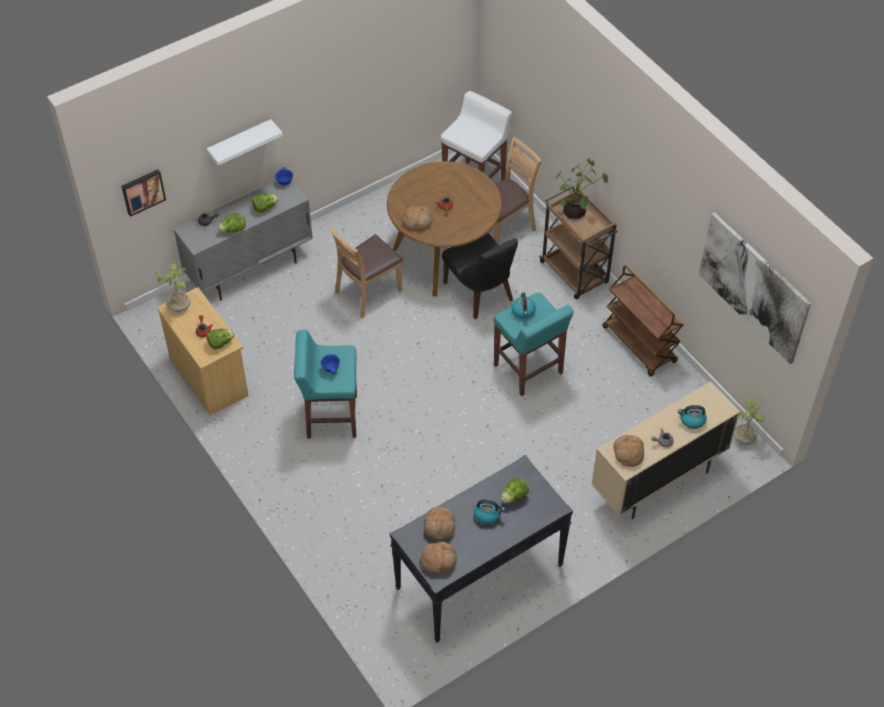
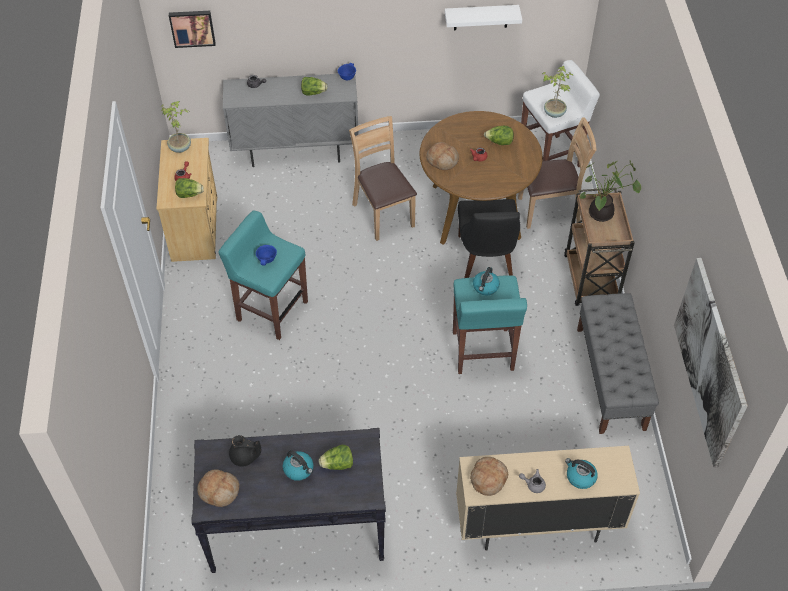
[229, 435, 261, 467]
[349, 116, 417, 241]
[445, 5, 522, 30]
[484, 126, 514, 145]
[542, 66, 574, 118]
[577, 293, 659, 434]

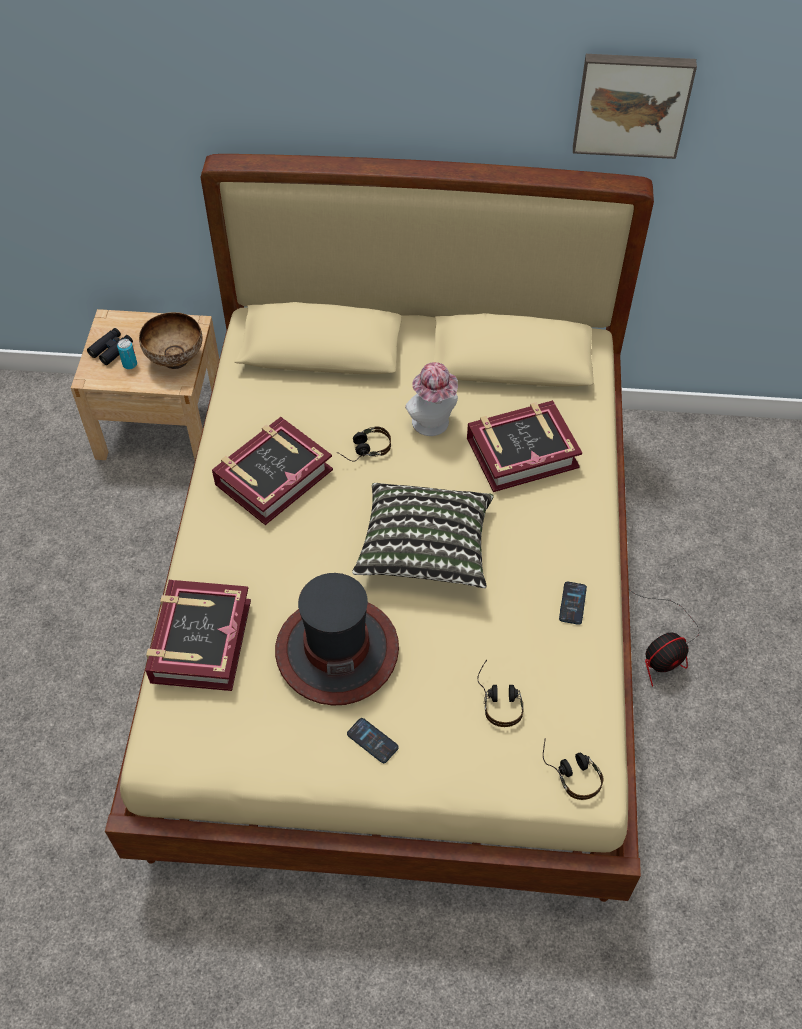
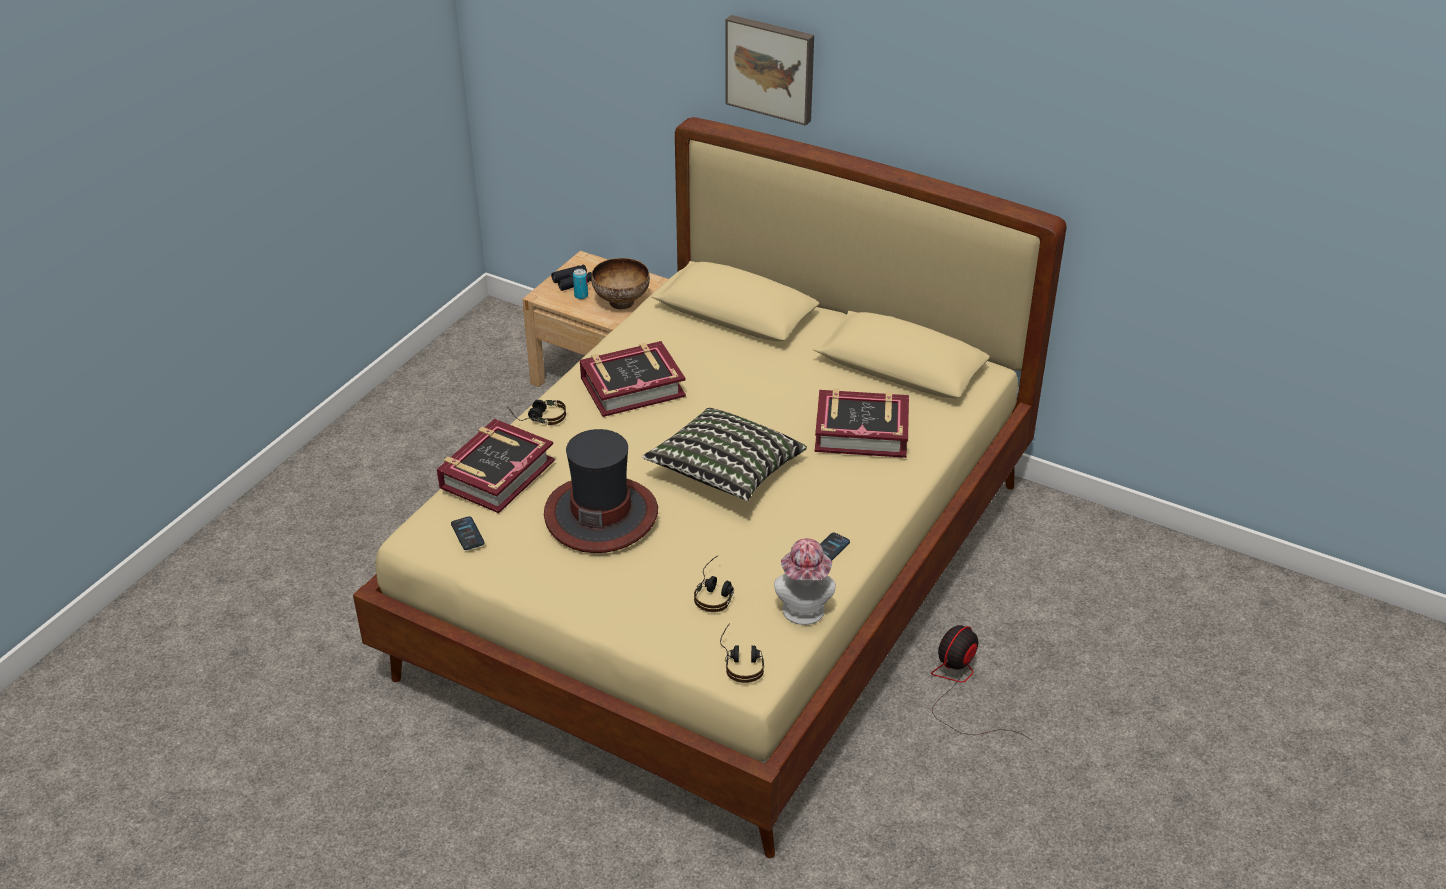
[451, 516, 485, 550]
[507, 400, 566, 425]
[726, 15, 814, 126]
[774, 538, 836, 625]
[931, 625, 1032, 740]

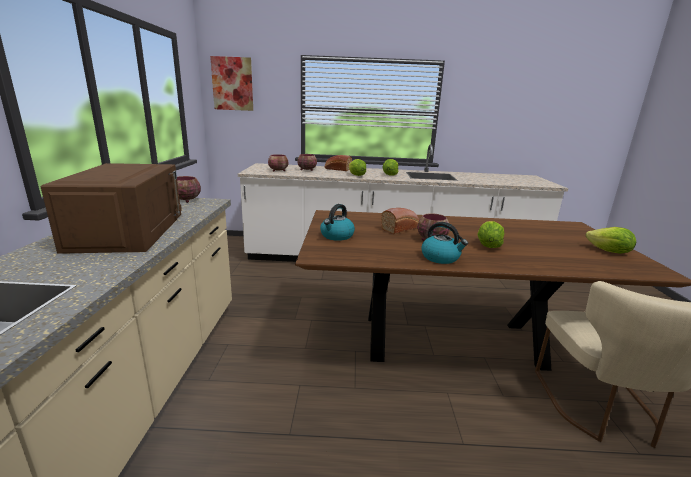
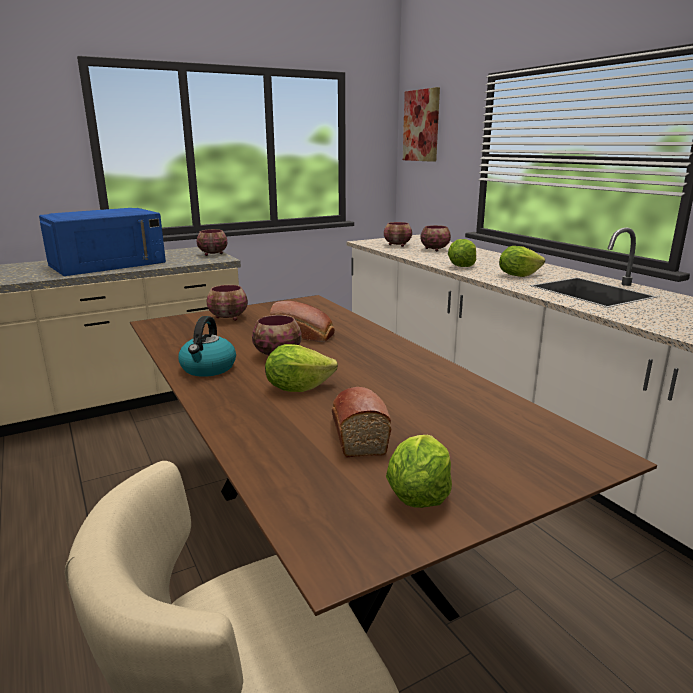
[39, 208, 166, 276]
[206, 285, 248, 321]
[332, 387, 391, 457]

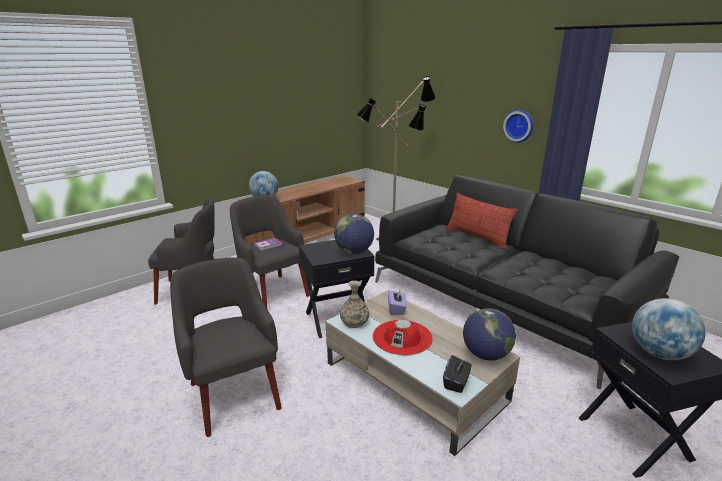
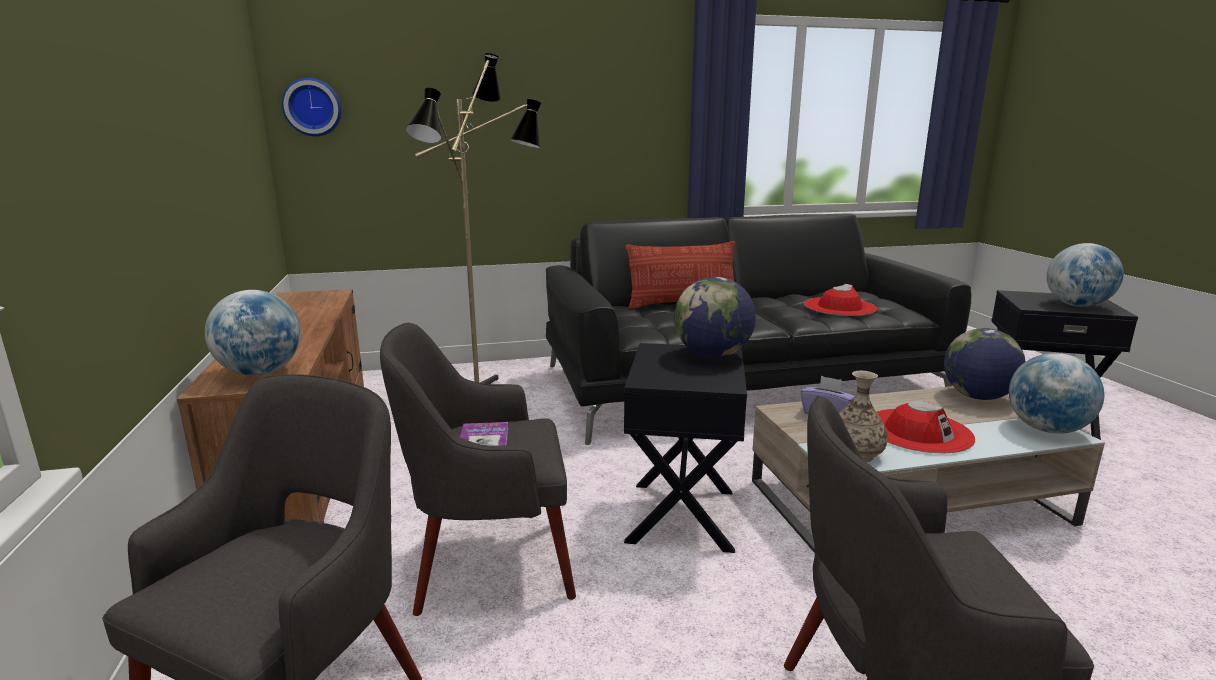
[282, 78, 342, 136]
[804, 284, 877, 316]
[1009, 353, 1104, 434]

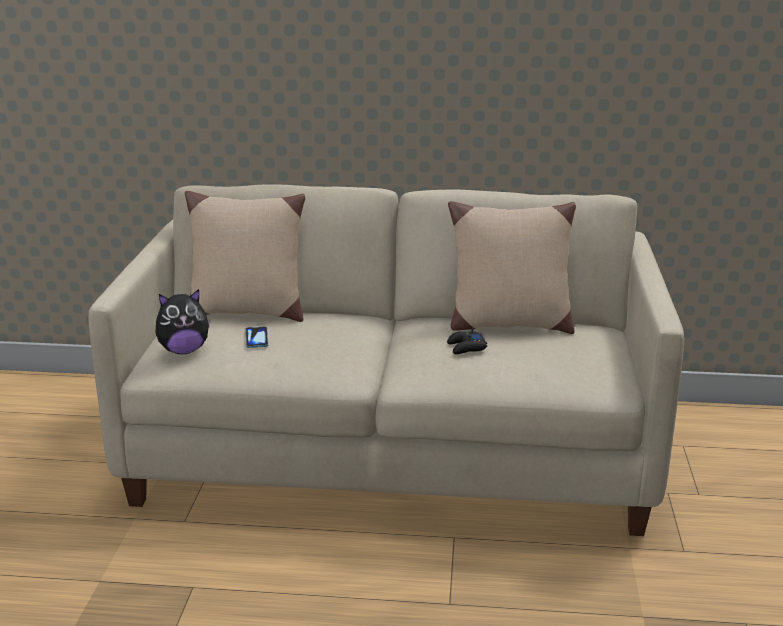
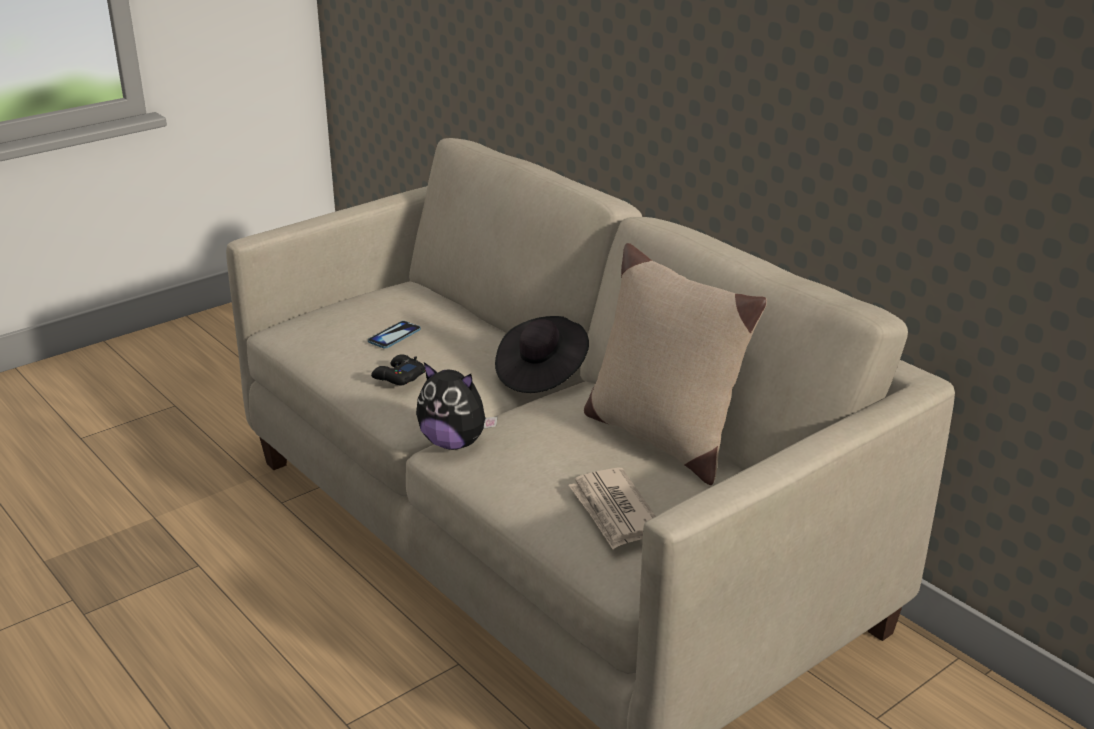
[371, 354, 425, 386]
[416, 362, 498, 450]
[495, 316, 589, 393]
[568, 468, 656, 549]
[185, 191, 305, 322] (first image)

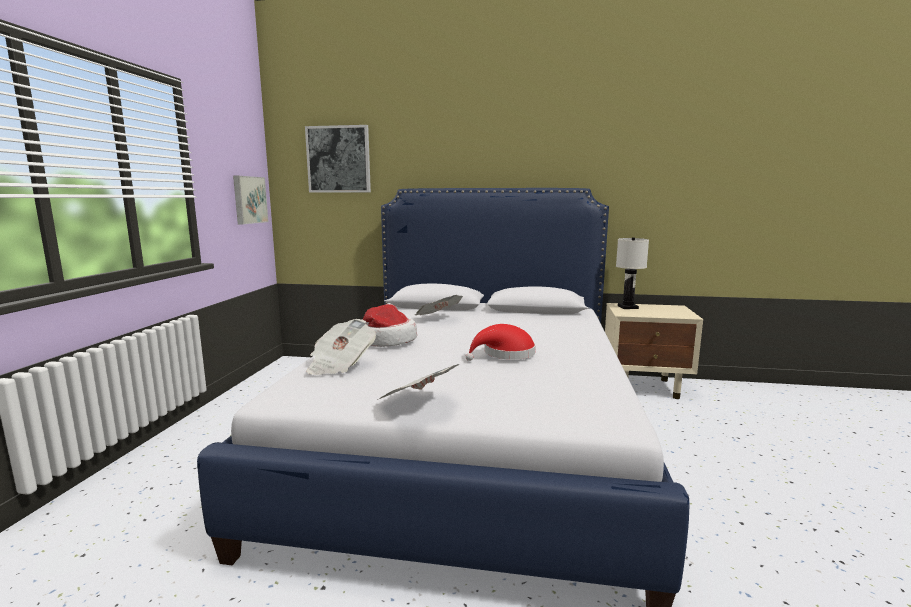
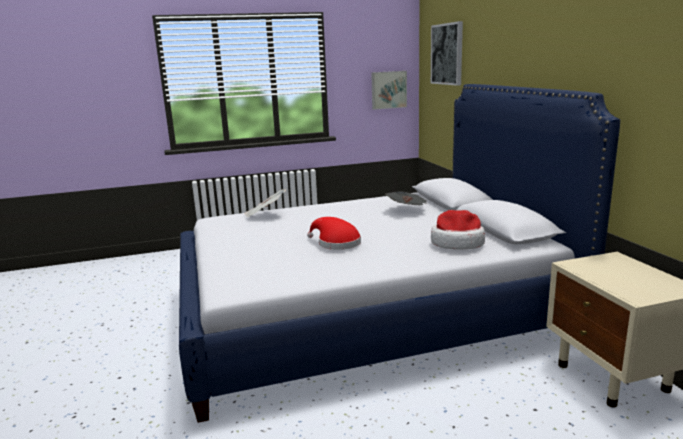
[431, 210, 485, 250]
[377, 364, 459, 400] (first image)
[616, 237, 649, 309] (first image)

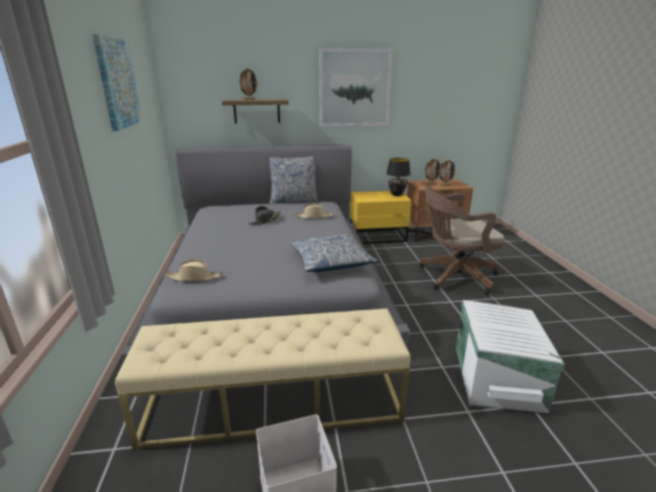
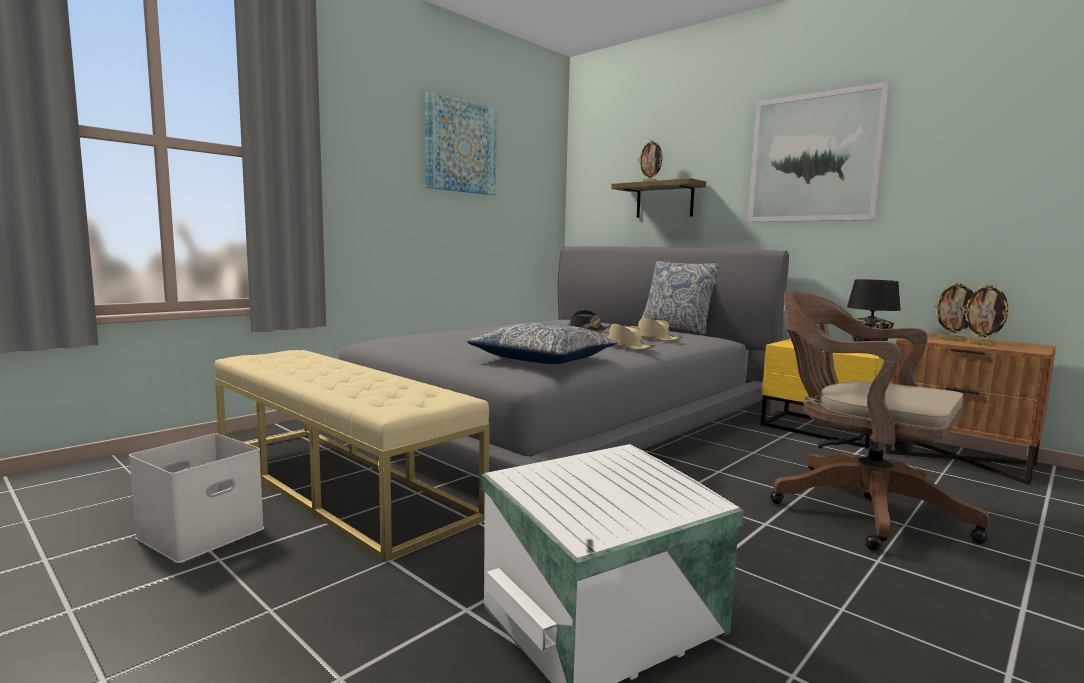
[601, 324, 655, 350]

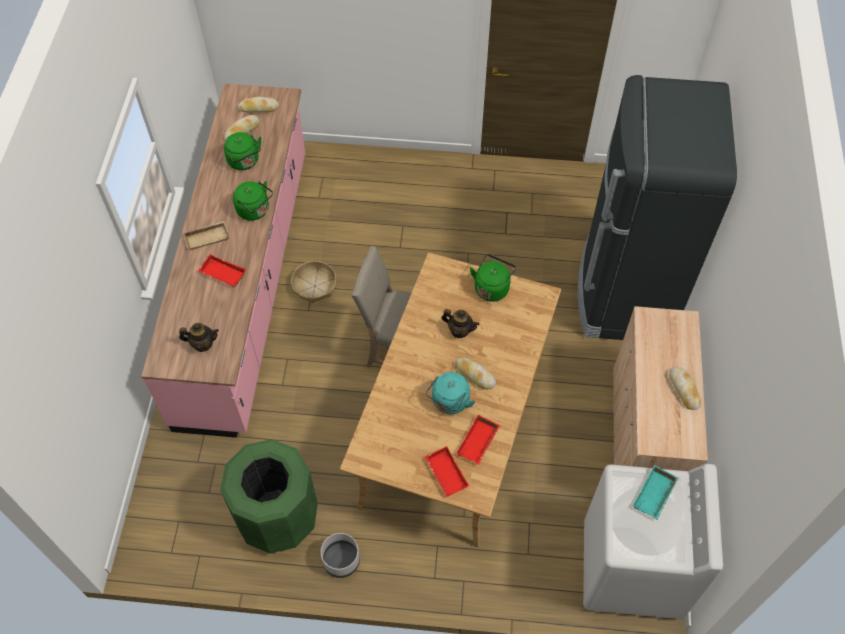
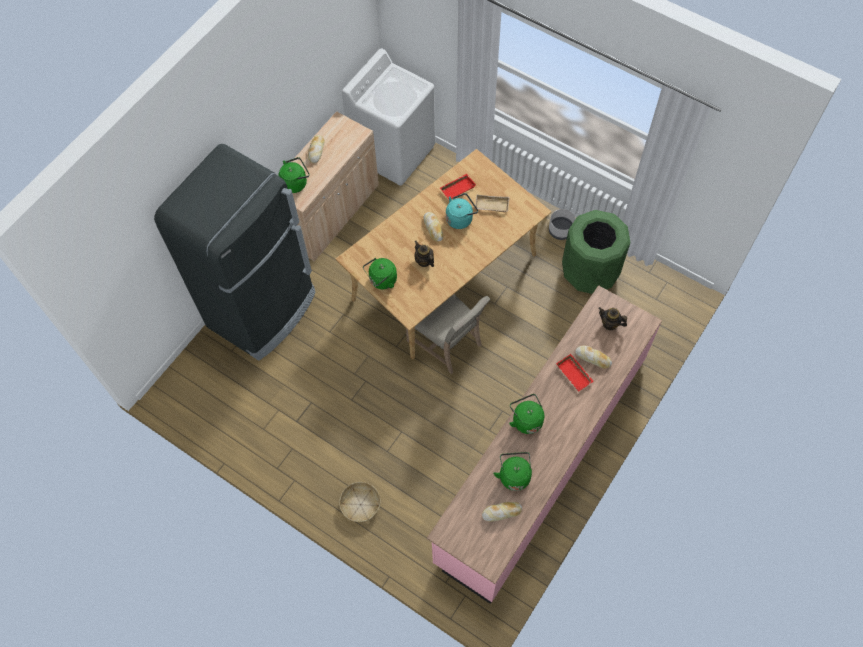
[278, 157, 310, 193]
[339, 482, 380, 522]
[475, 195, 510, 212]
[575, 345, 612, 369]
[425, 446, 469, 497] (first image)
[633, 465, 678, 520] (first image)

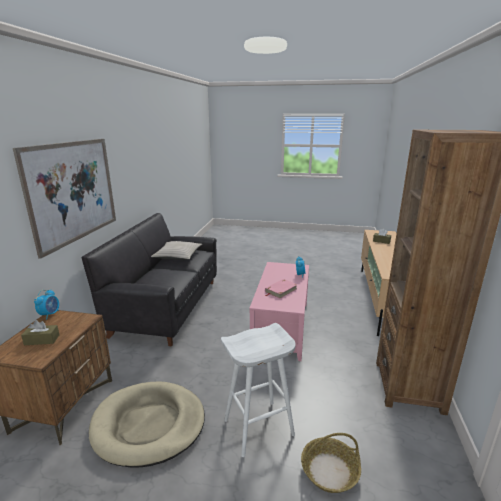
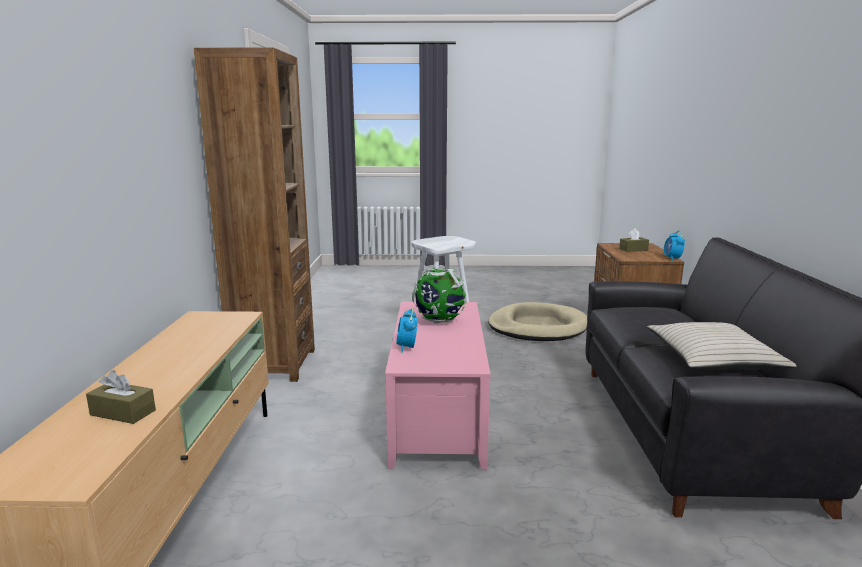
[412, 267, 467, 323]
[13, 139, 116, 259] (first image)
[301, 433, 361, 493] (first image)

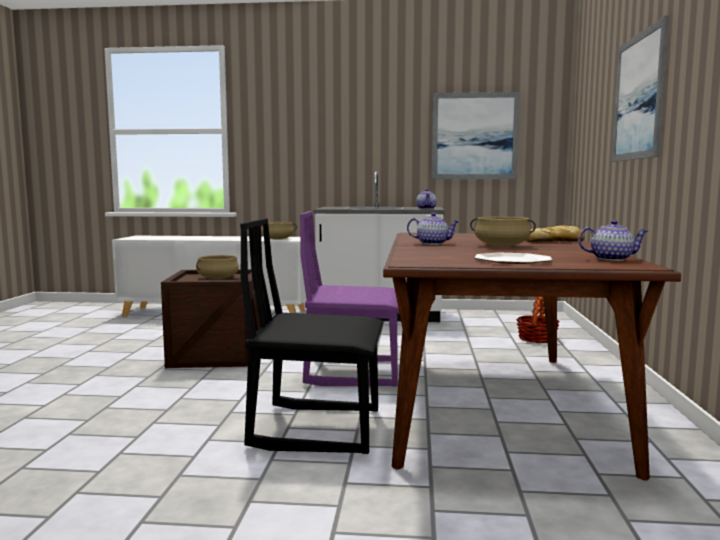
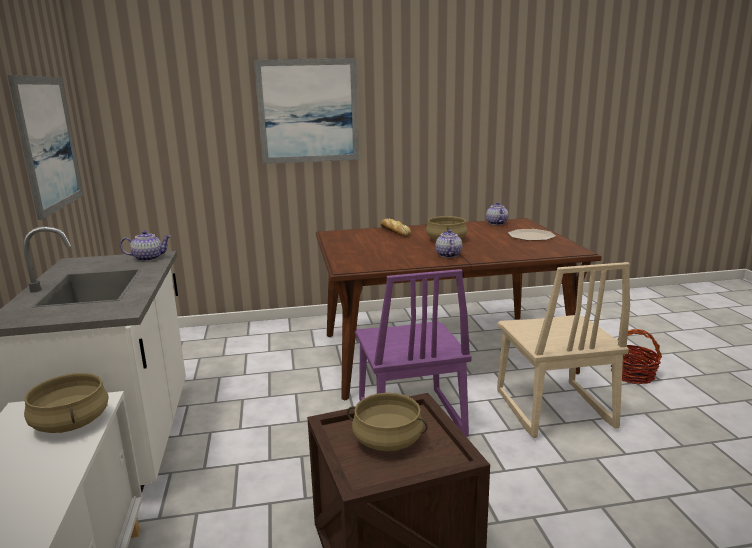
[497, 262, 630, 438]
[611, 329, 662, 384]

